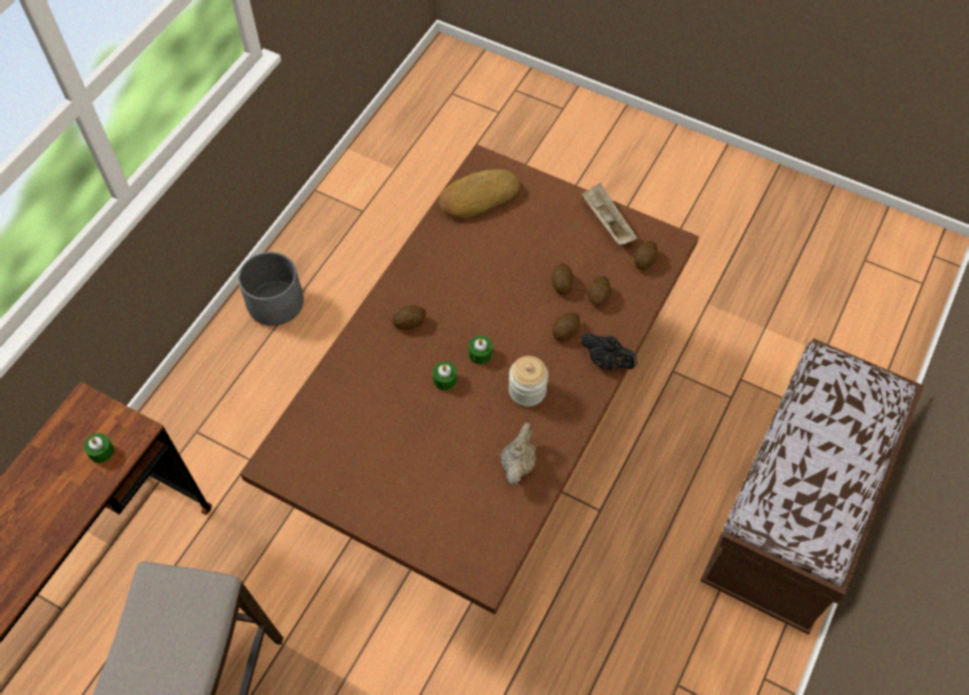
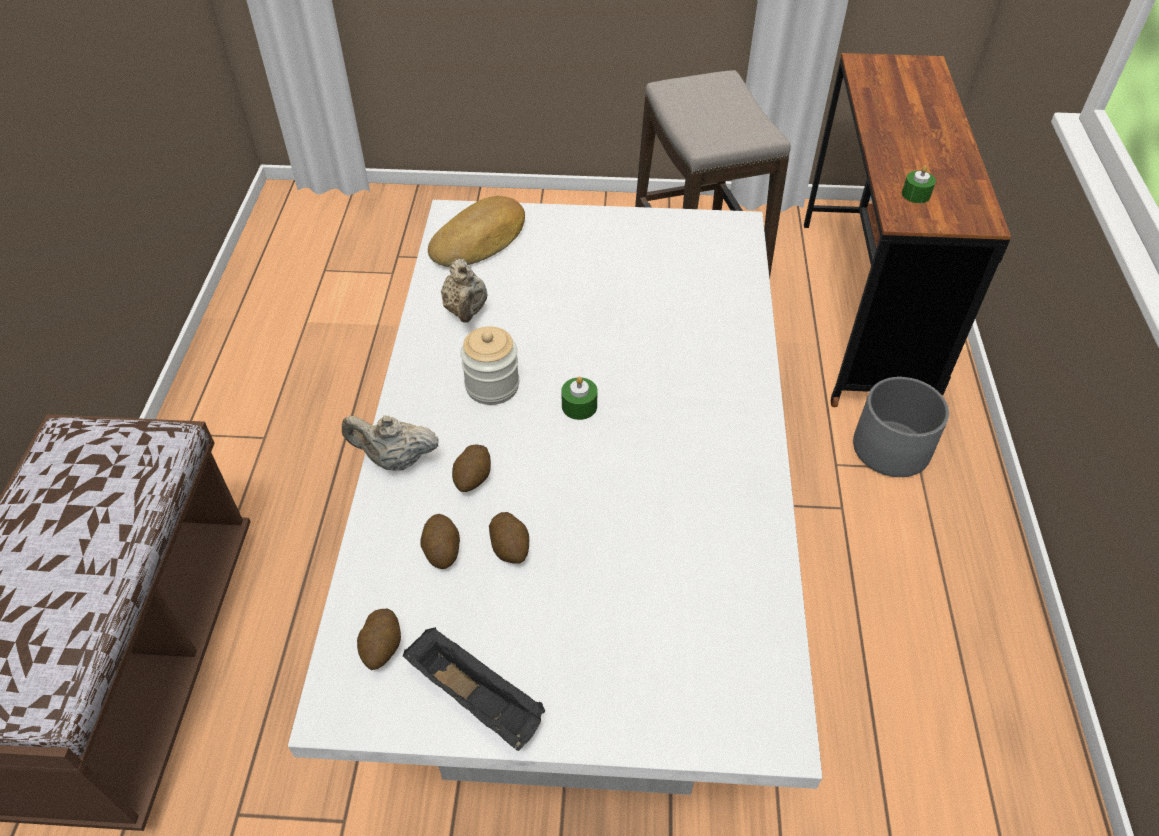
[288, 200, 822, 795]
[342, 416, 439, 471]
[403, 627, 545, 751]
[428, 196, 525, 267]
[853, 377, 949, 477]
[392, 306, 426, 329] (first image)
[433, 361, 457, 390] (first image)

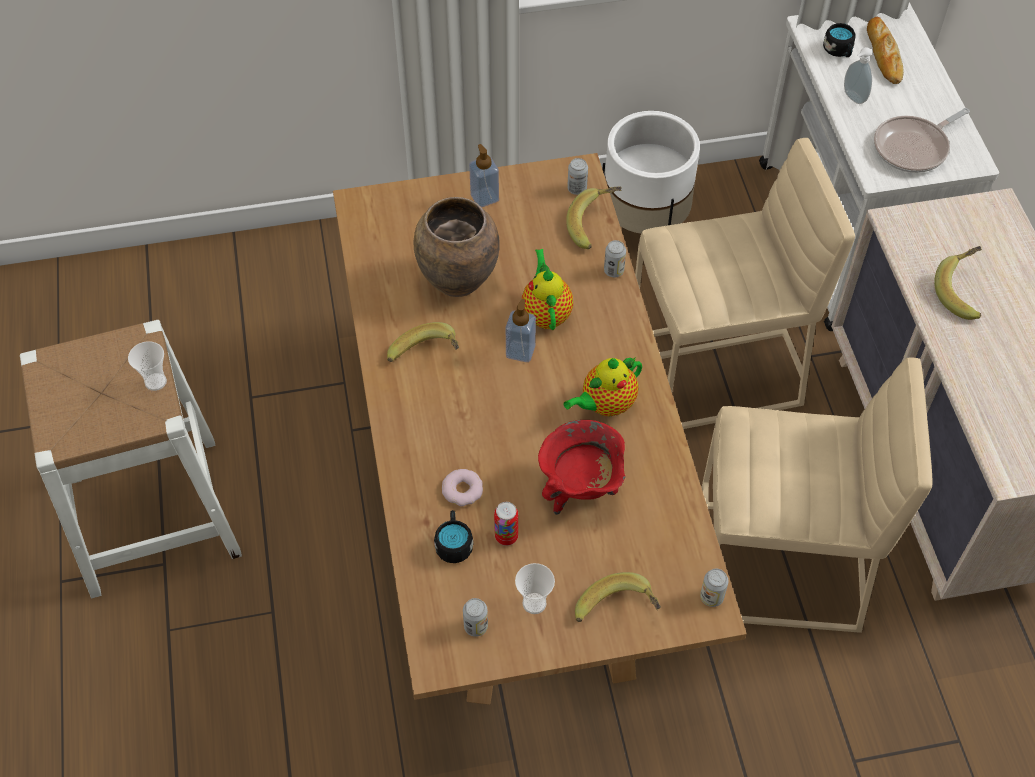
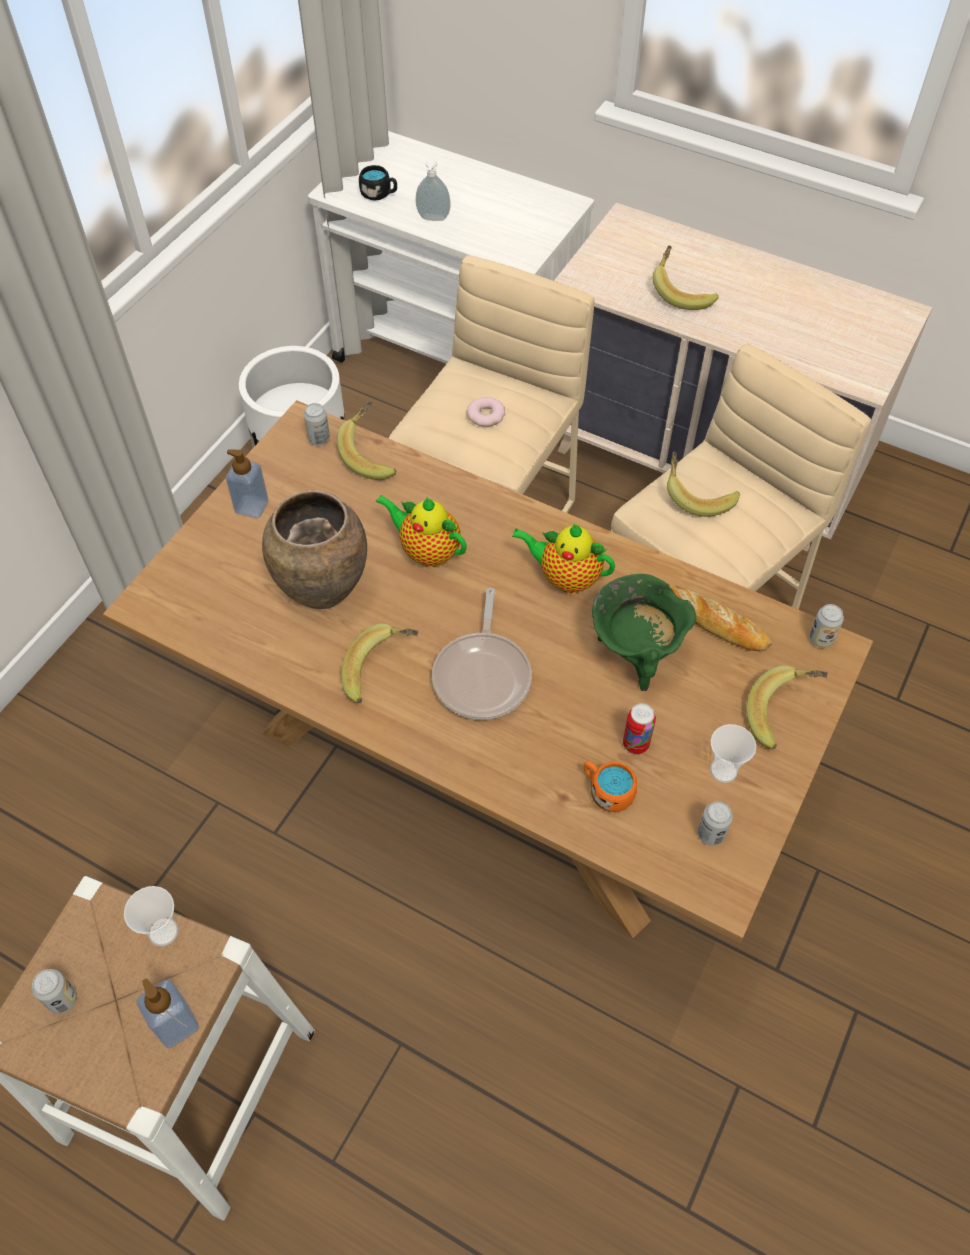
[32, 969, 77, 1014]
[136, 978, 199, 1048]
[432, 588, 532, 720]
[467, 397, 505, 427]
[512, 524, 615, 593]
[584, 761, 637, 812]
[592, 574, 696, 691]
[667, 451, 740, 517]
[667, 583, 772, 651]

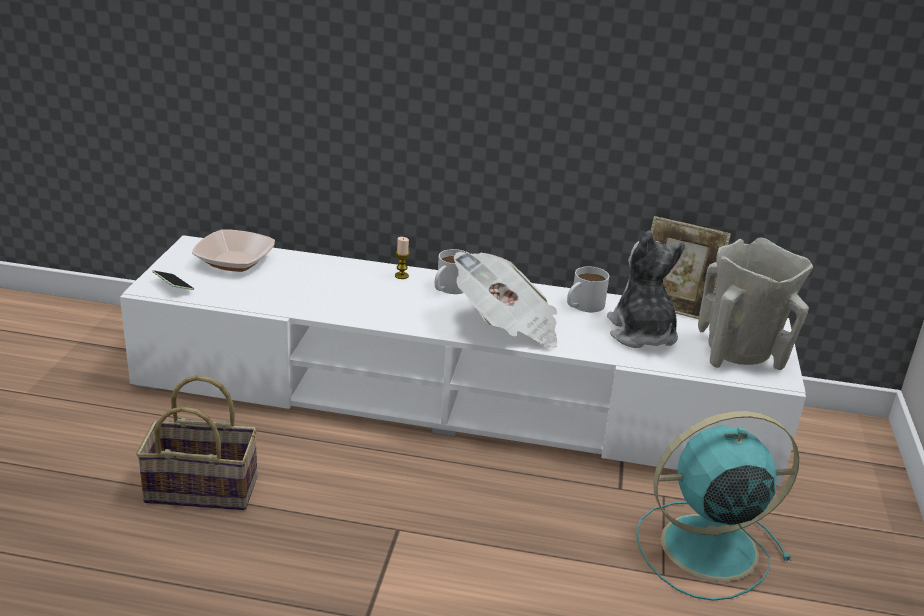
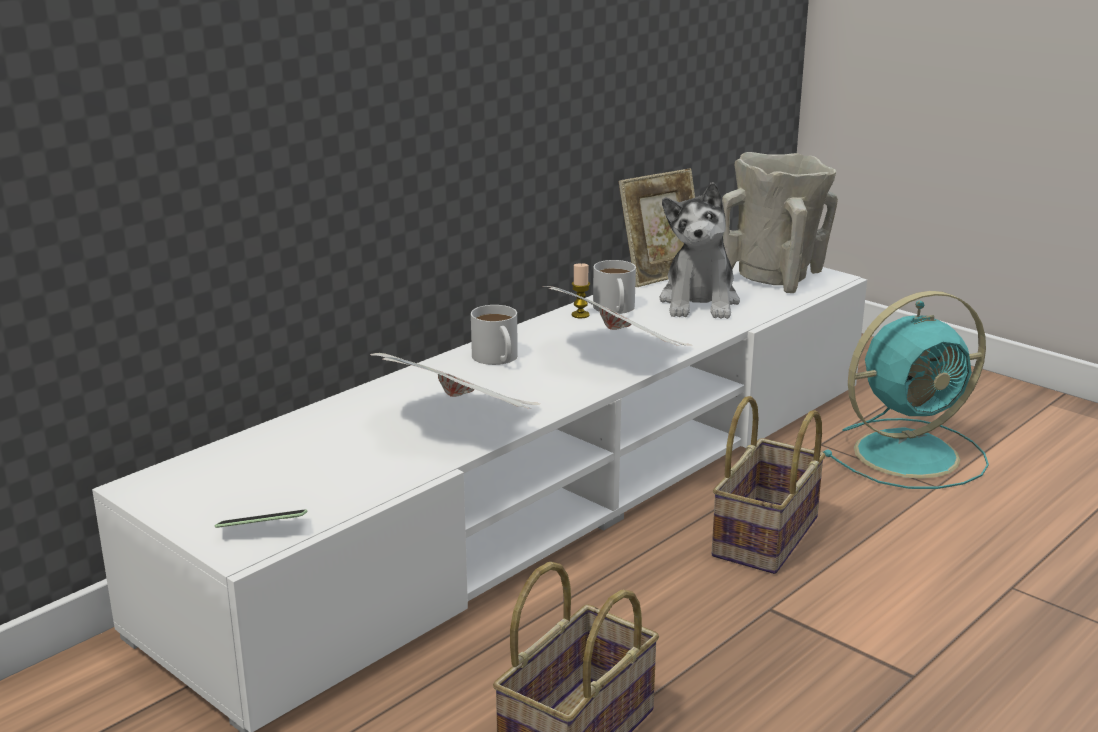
[370, 353, 540, 409]
[572, 263, 590, 319]
[659, 182, 740, 319]
[712, 396, 826, 574]
[822, 291, 989, 489]
[192, 229, 275, 272] (first image)

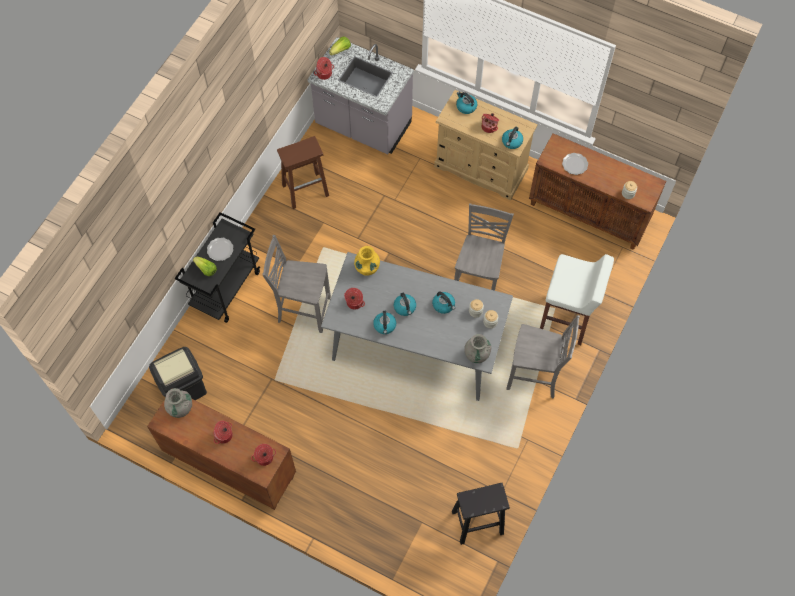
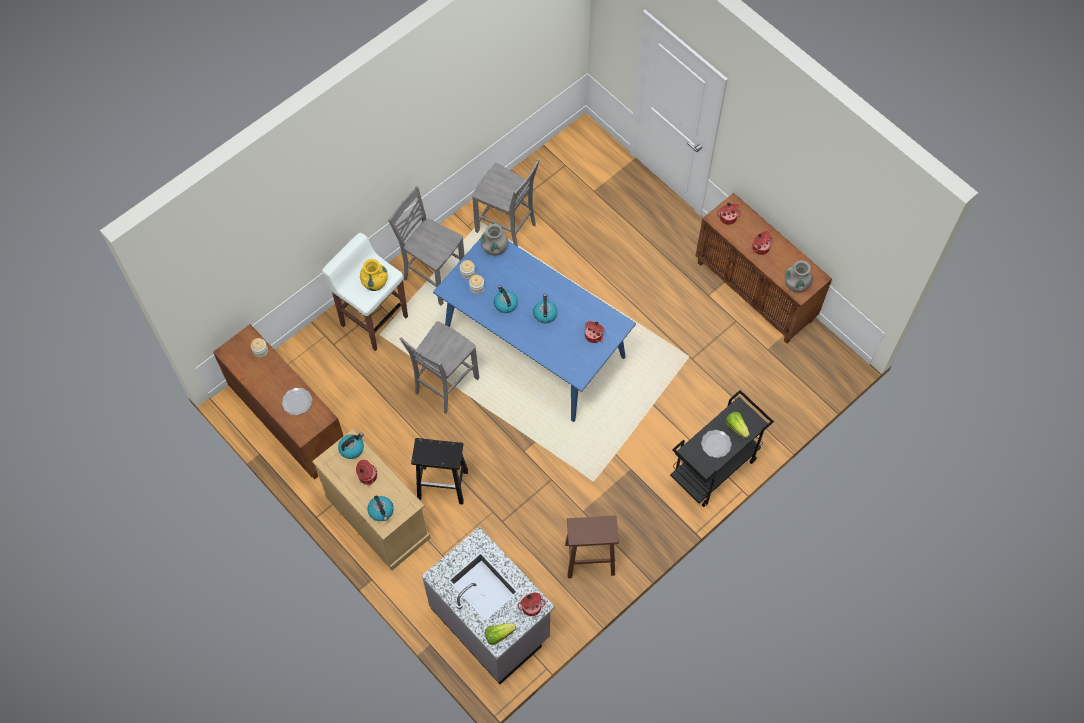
[360, 259, 388, 291]
[411, 438, 468, 505]
[433, 238, 636, 422]
[472, 158, 540, 247]
[149, 347, 207, 400] (first image)
[373, 311, 396, 334] (first image)

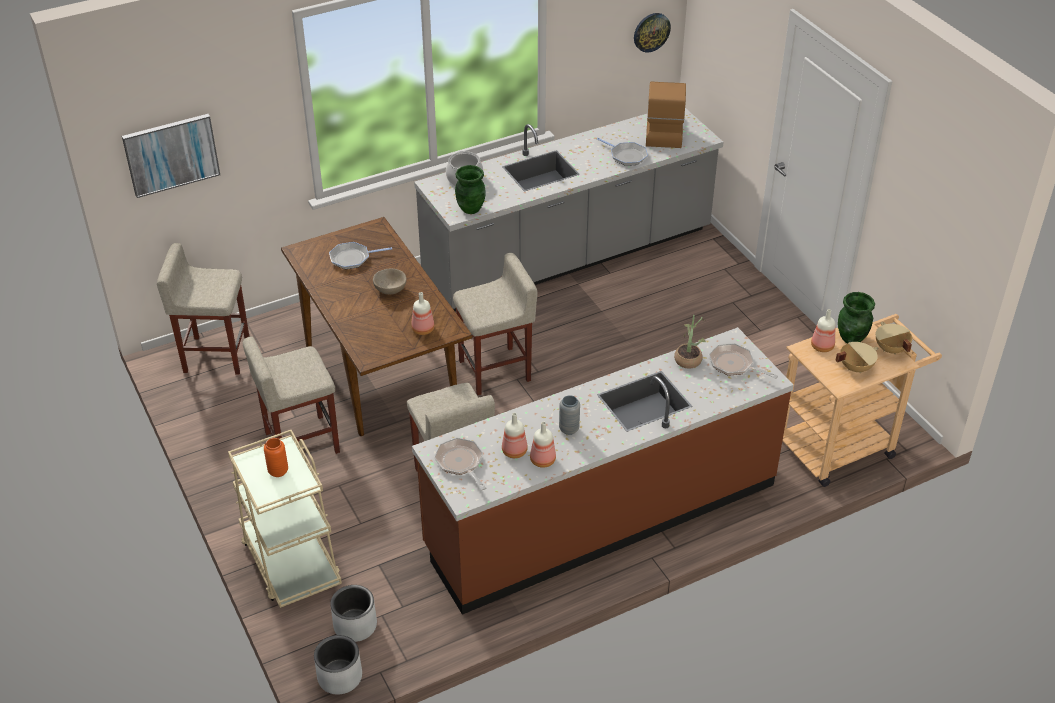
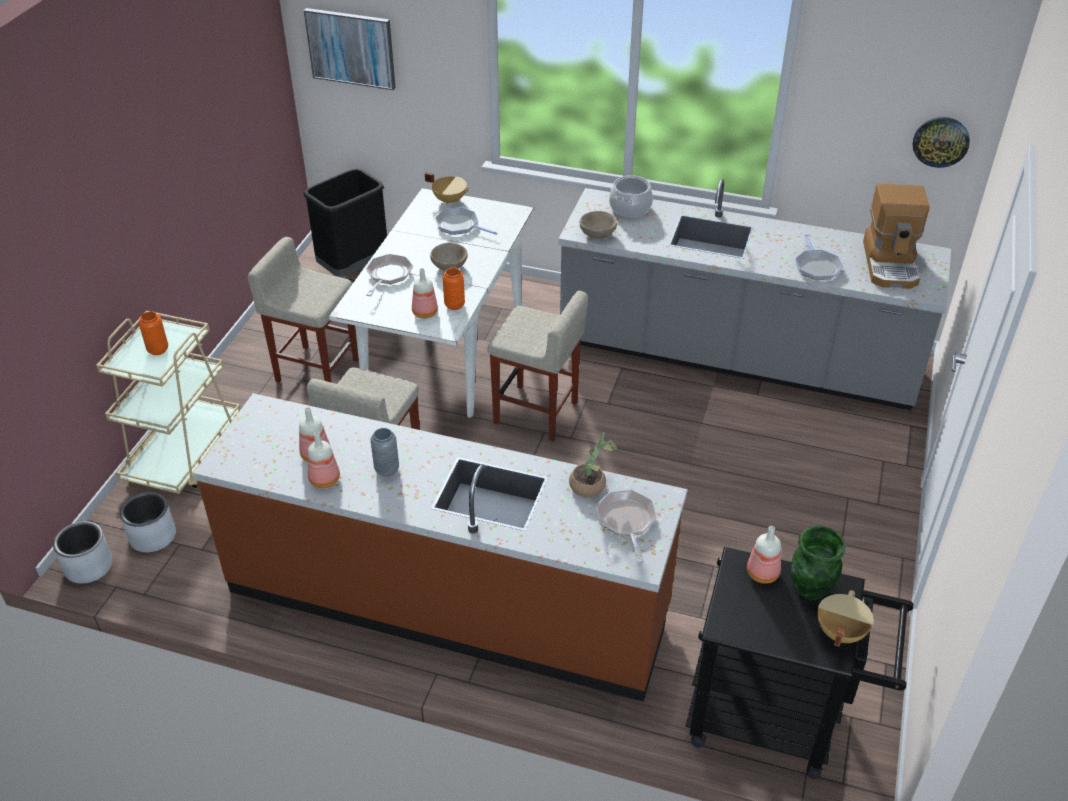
[303, 169, 387, 277]
[329, 188, 534, 418]
[366, 254, 413, 296]
[425, 172, 470, 205]
[443, 268, 465, 310]
[579, 211, 617, 239]
[686, 547, 913, 779]
[863, 183, 930, 289]

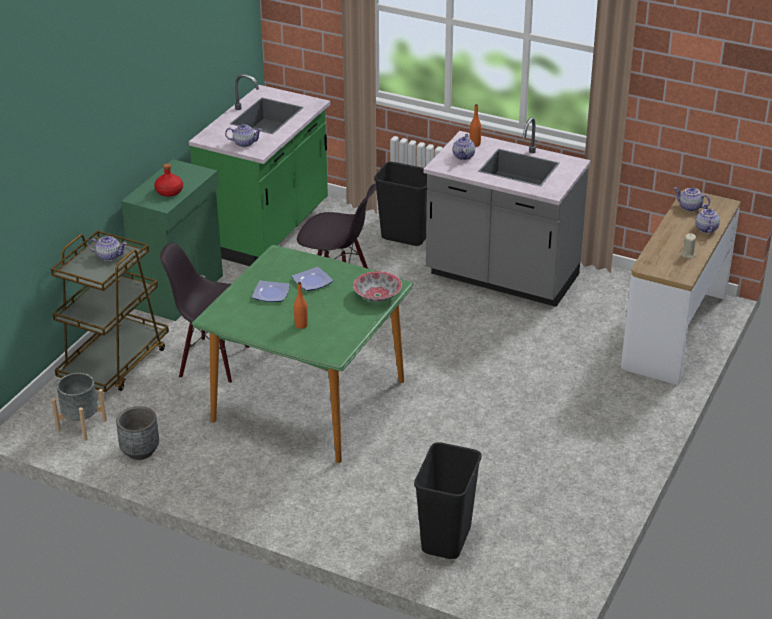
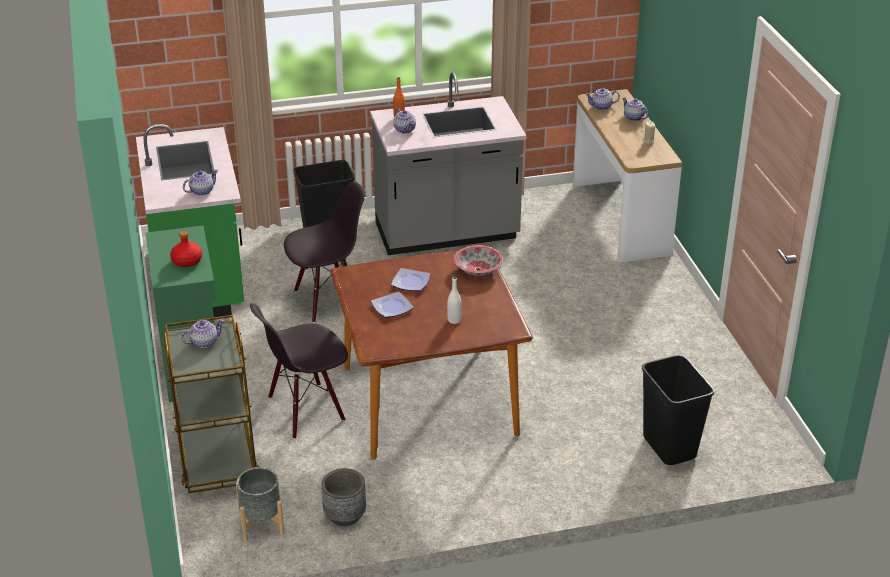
[330, 250, 533, 460]
[447, 276, 461, 324]

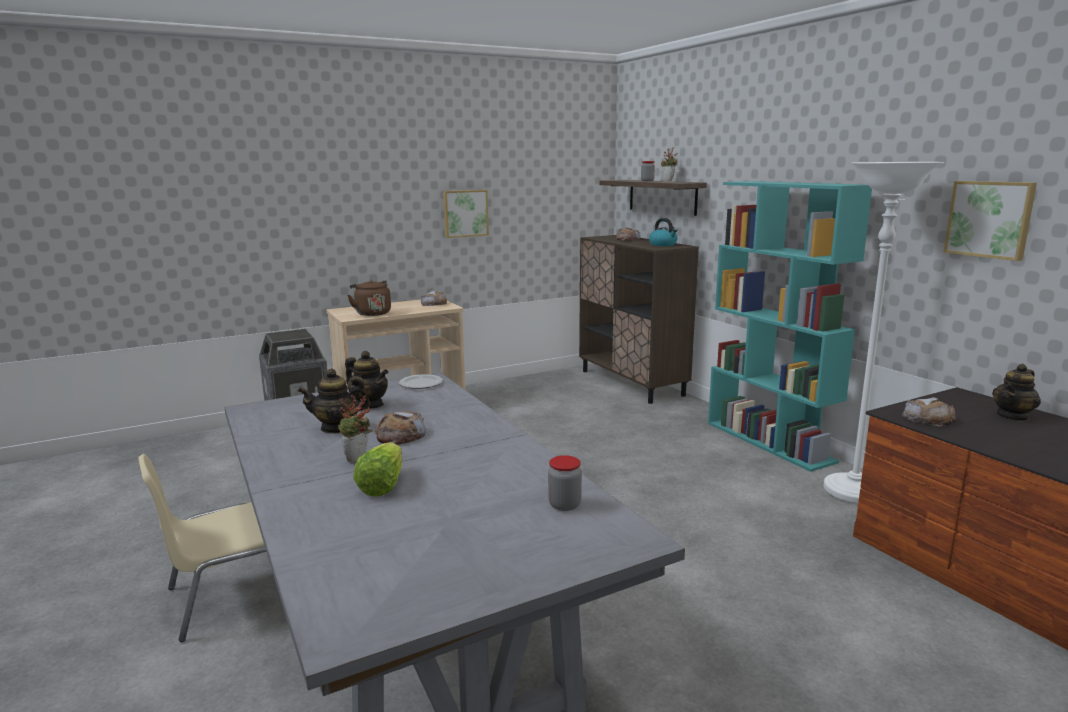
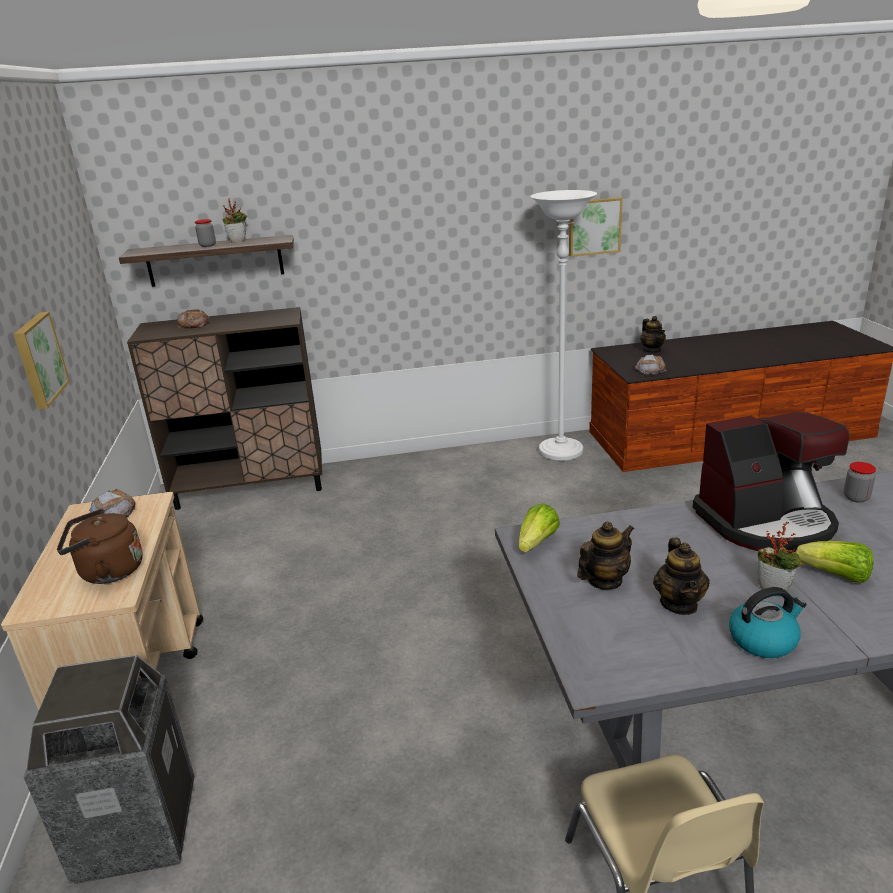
[519, 503, 560, 552]
[693, 412, 849, 552]
[729, 587, 807, 658]
[375, 411, 426, 445] (first image)
[708, 181, 872, 472] (first image)

